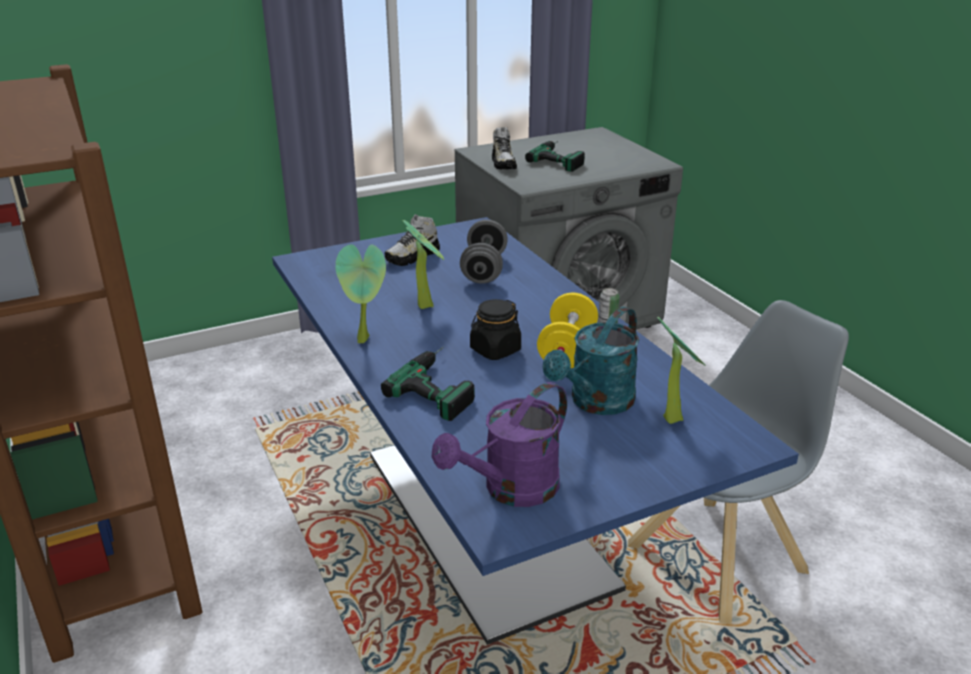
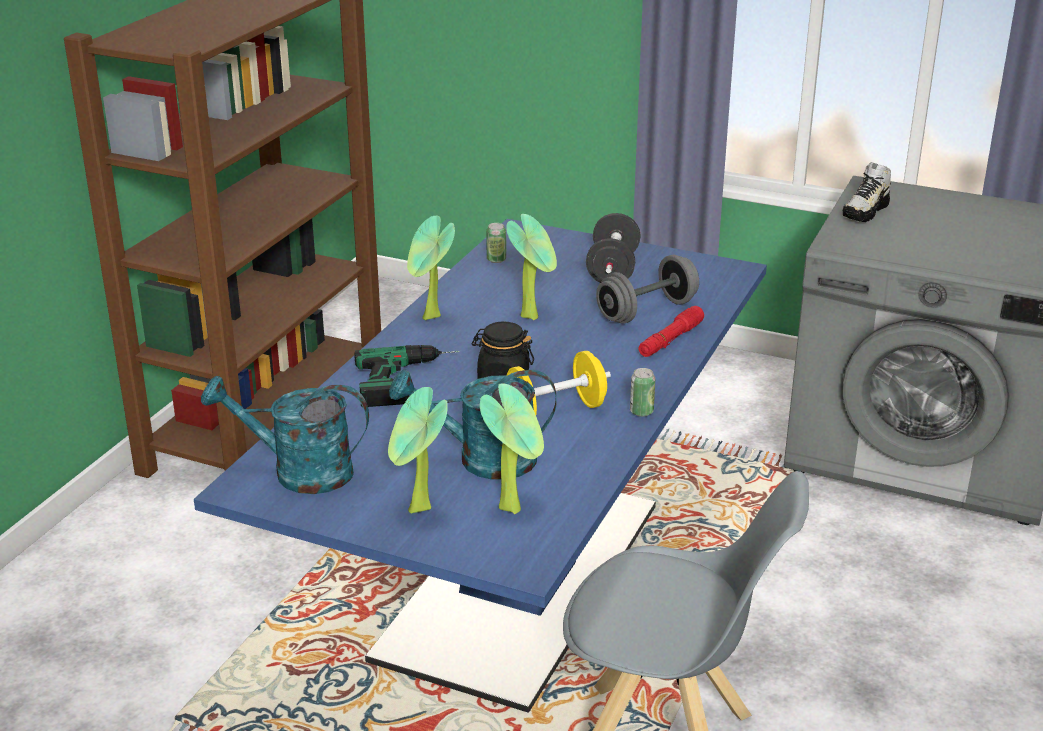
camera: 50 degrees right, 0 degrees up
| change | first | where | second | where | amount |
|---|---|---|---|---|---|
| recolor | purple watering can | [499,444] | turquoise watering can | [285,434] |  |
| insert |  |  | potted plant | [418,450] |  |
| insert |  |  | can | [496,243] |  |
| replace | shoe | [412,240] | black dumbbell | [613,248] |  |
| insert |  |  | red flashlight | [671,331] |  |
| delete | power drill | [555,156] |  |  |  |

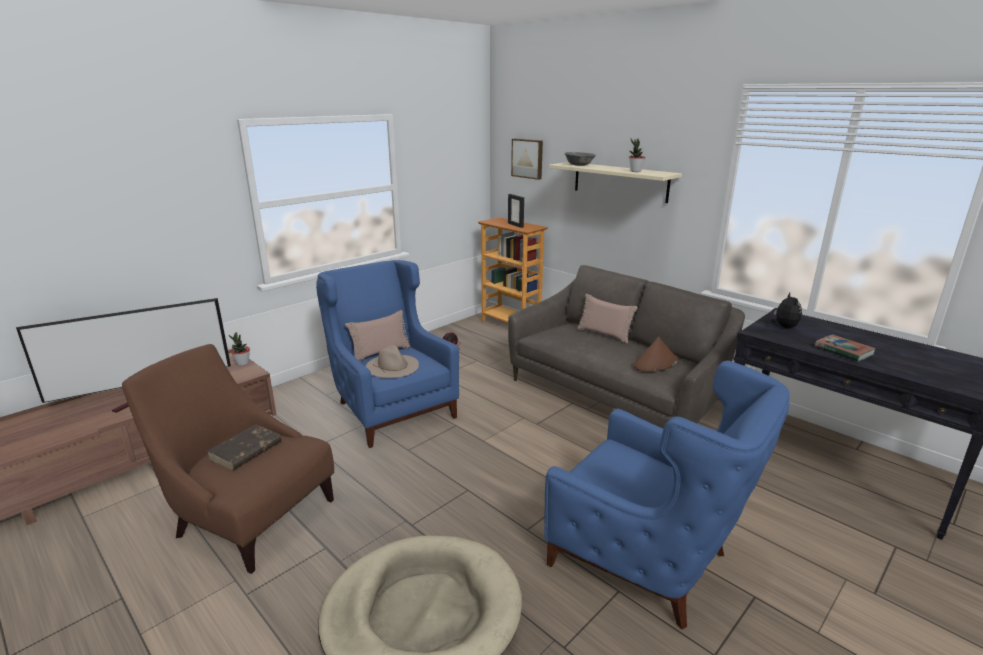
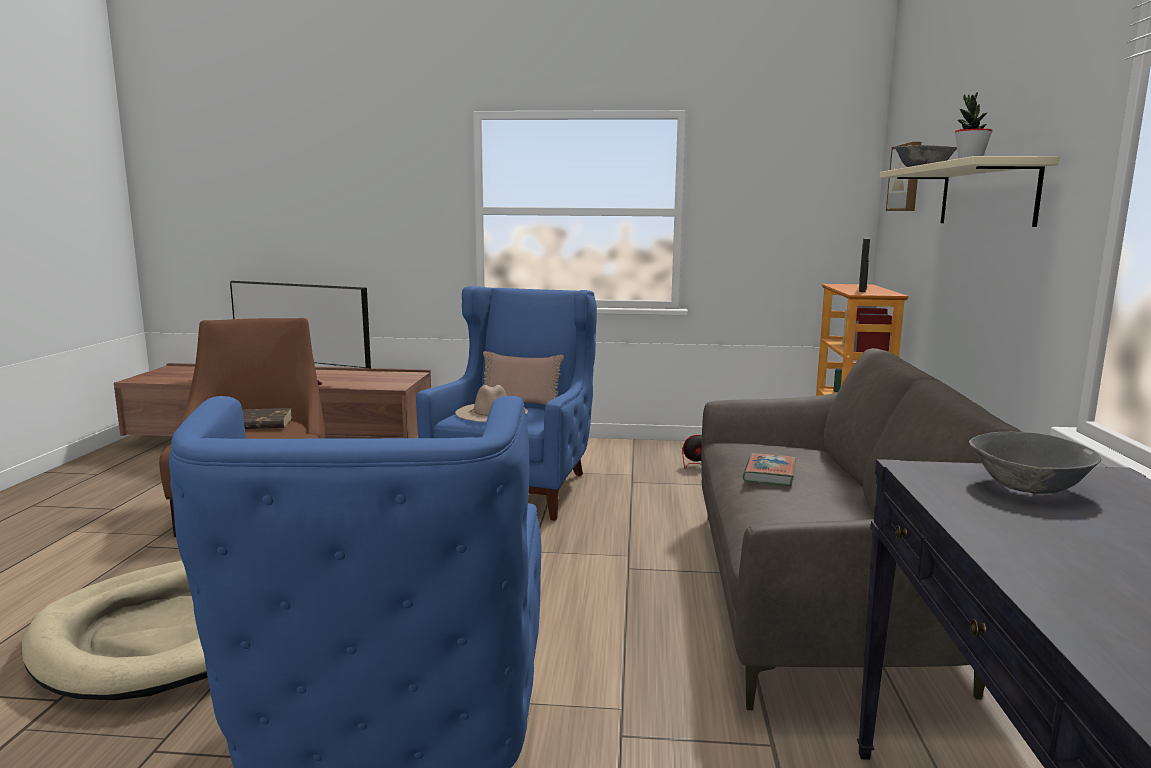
camera: 50 degrees right, 10 degrees down
| change | first | where | second | where | amount |
|---|---|---|---|---|---|
| move | book | [845,348] |  | [769,469] |  |
| replace | plush toy | [786,310] | grey bowl | [1035,463] |  |
| delete | potted plant | [239,349] |  |  |  |
| delete | beige pillow | [607,319] |  |  |  |
| delete | brown hat | [655,354] |  |  |  |

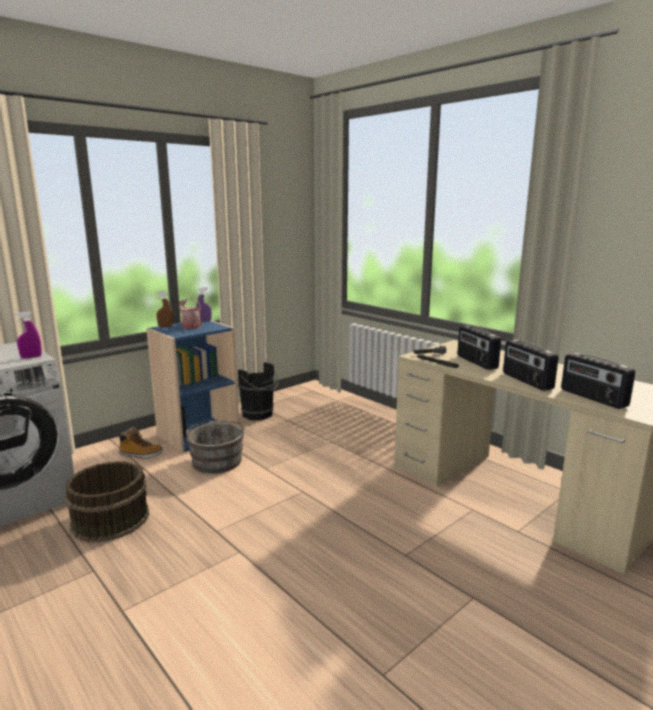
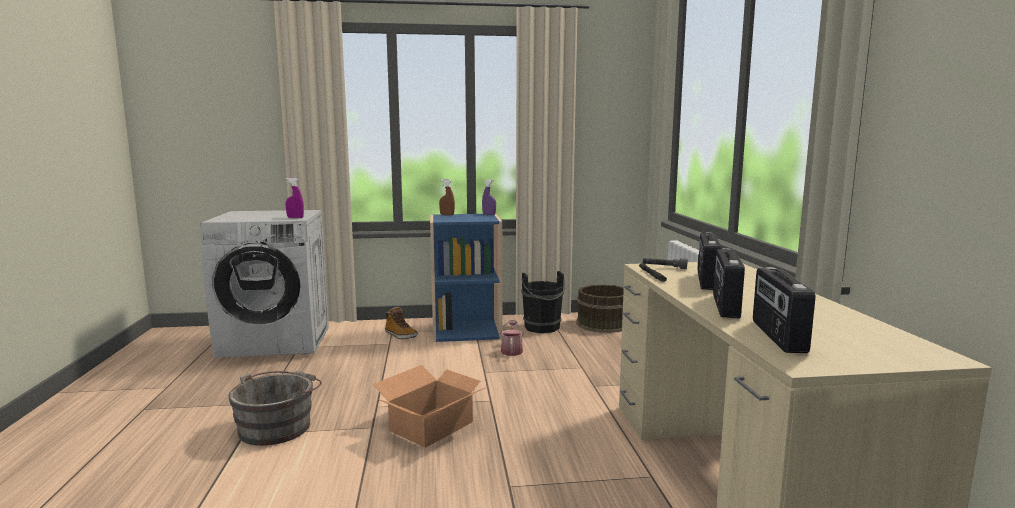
camera: 35 degrees right, 5 degrees down
| change | first | where | second | where | amount |
|---|---|---|---|---|---|
| move | grey bucket | [215,446] |  | [275,408] |  |
| insert |  |  | cardboard box | [430,406] |  |
| move | watering can | [189,313] |  | [512,338] |  |
| move | brown bucket | [107,501] |  | [600,308] |  |

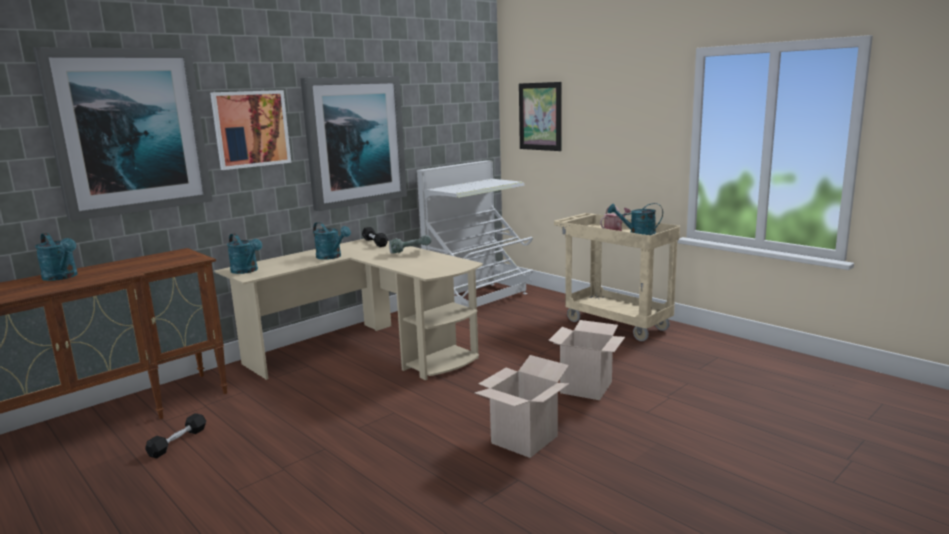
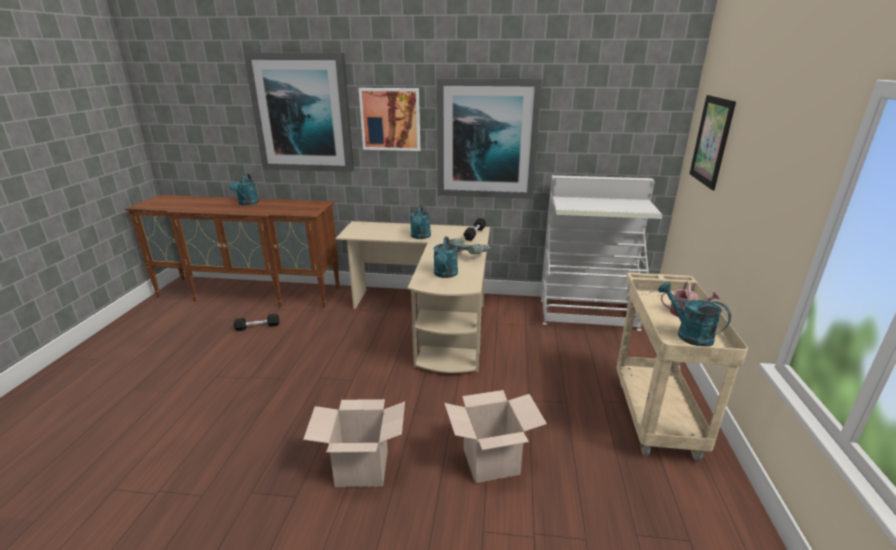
camera: 50 degrees right, 10 degrees up
| change | first | where | second | where | amount |
|---|---|---|---|---|---|
| move | turquoise watering can | [244,253] |  | [445,257] |  |

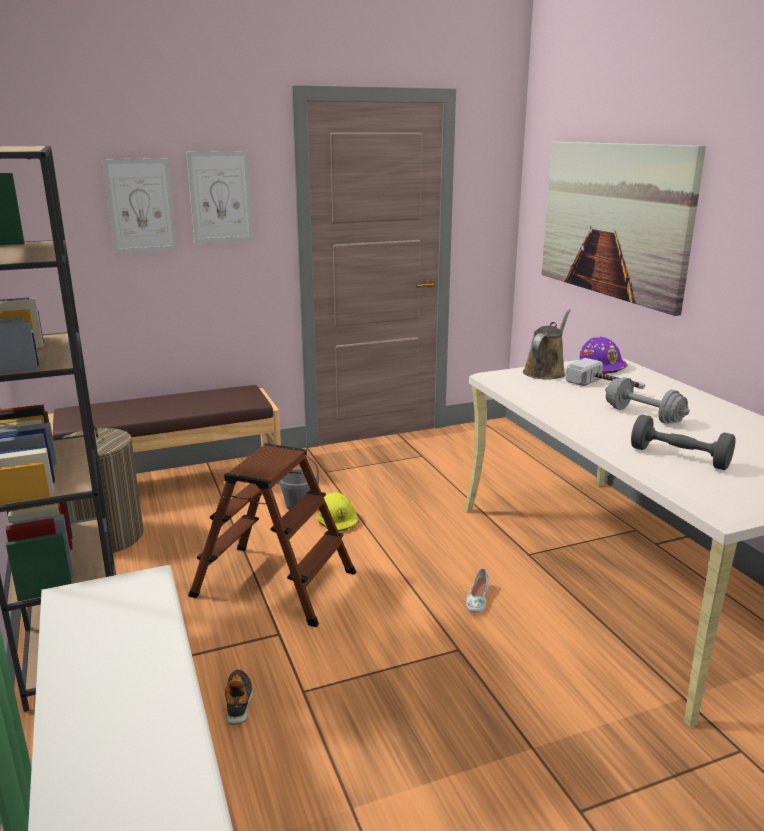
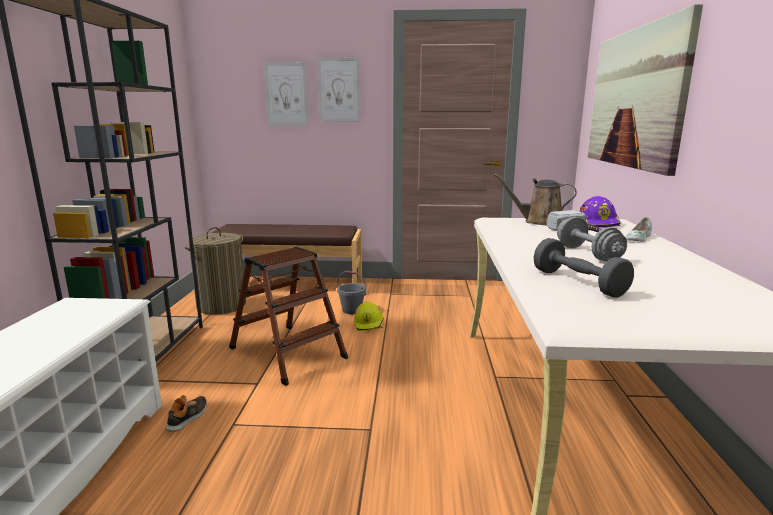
camera: 25 degrees right, 5 degrees down
| change | first | where | second | where | amount |
|---|---|---|---|---|---|
| rotate | brown watering can | [547,344] |  | [535,199] | 135 degrees counterclockwise |
| move | white shoe | [477,590] |  | [639,229] |  |

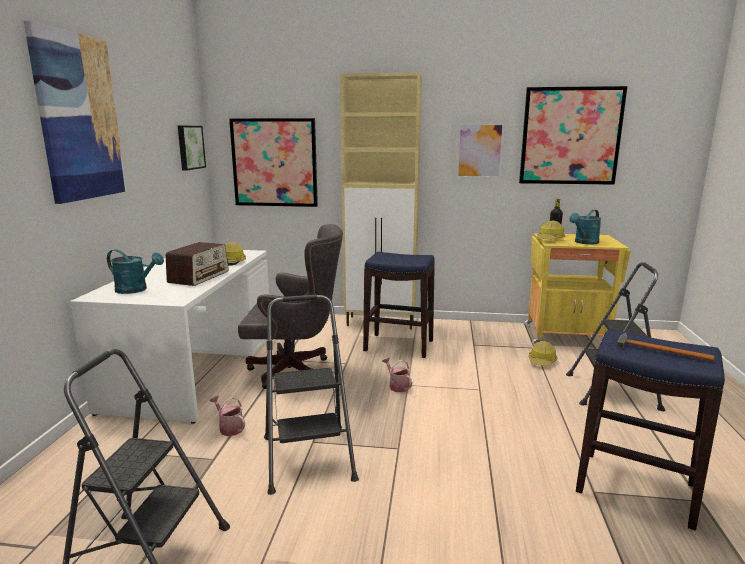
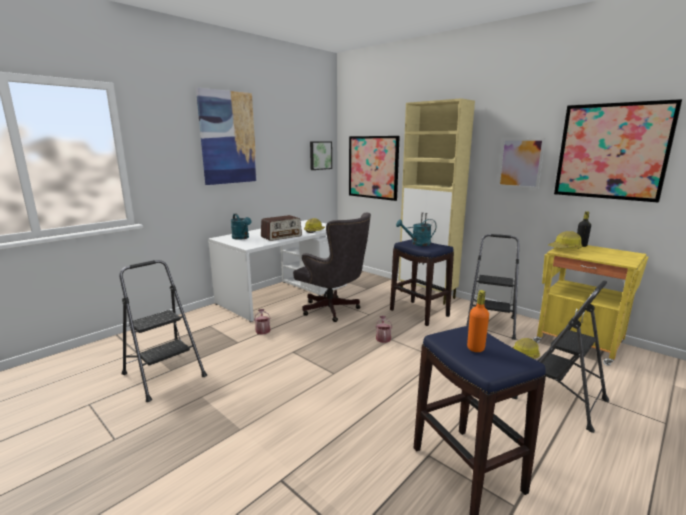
camera: 35 degrees right, 0 degrees up
| change | first | where | second | where | amount |
|---|---|---|---|---|---|
| move | turquoise watering can | [585,227] |  | [416,232] |  |
| move | black step ladder | [311,394] |  | [492,287] |  |
| replace | hammer | [666,347] | orange bottle | [478,321] |  |

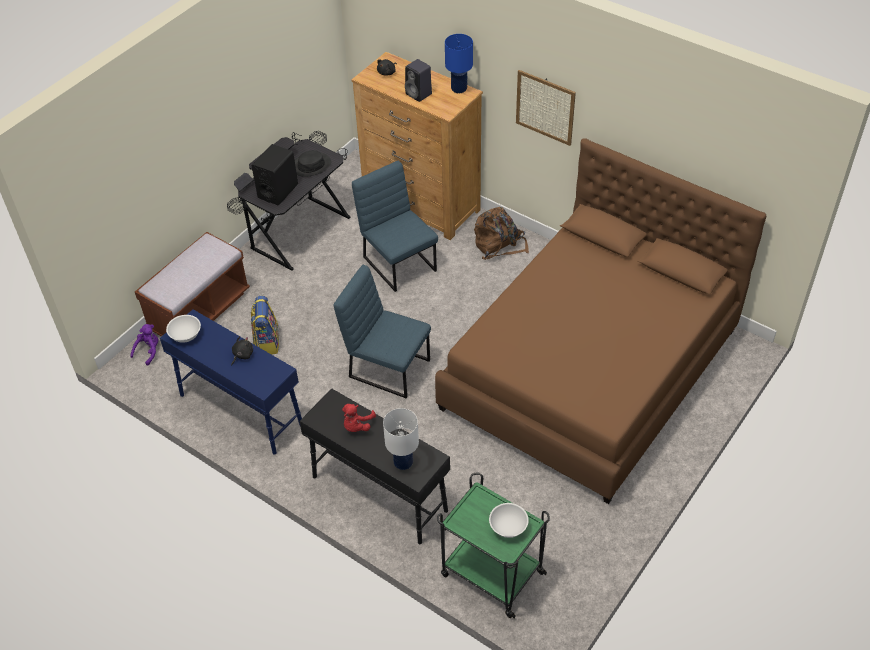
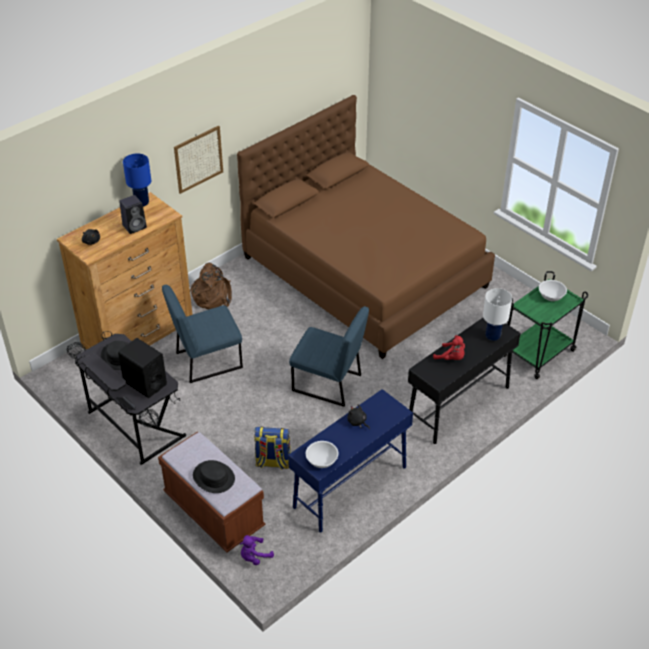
camera: 80 degrees left, 5 degrees down
| change | first | where | second | where | amount |
|---|---|---|---|---|---|
| insert |  |  | black hat | [214,476] |  |
| rotate | purple plush toy | [144,345] |  | [257,550] | 75 degrees counterclockwise |
| rotate | blue chair | [382,331] |  | [329,356] | 105 degrees counterclockwise |

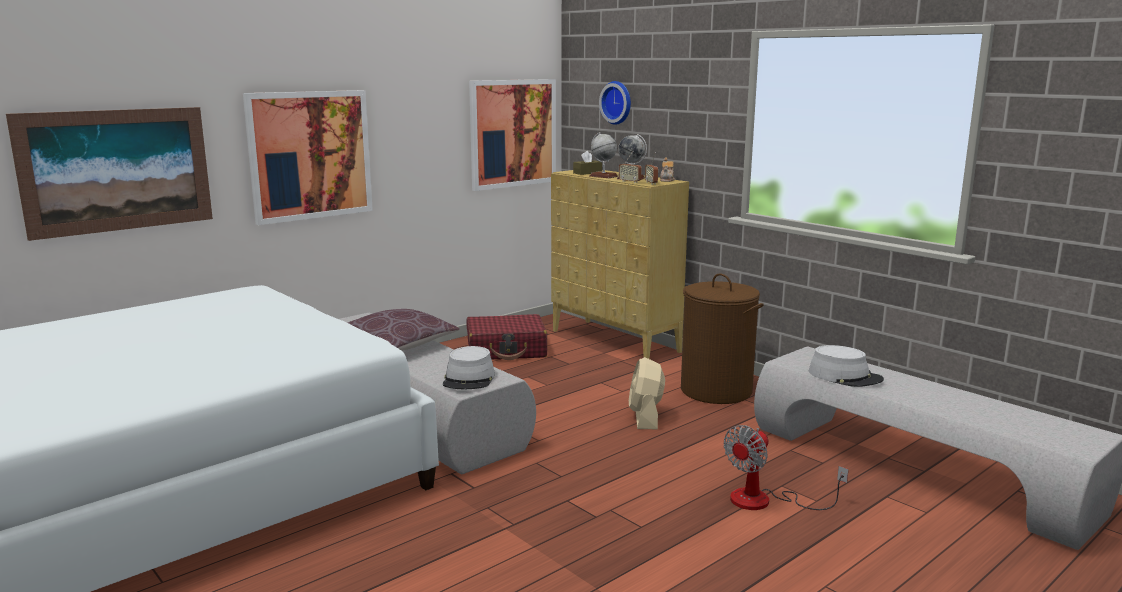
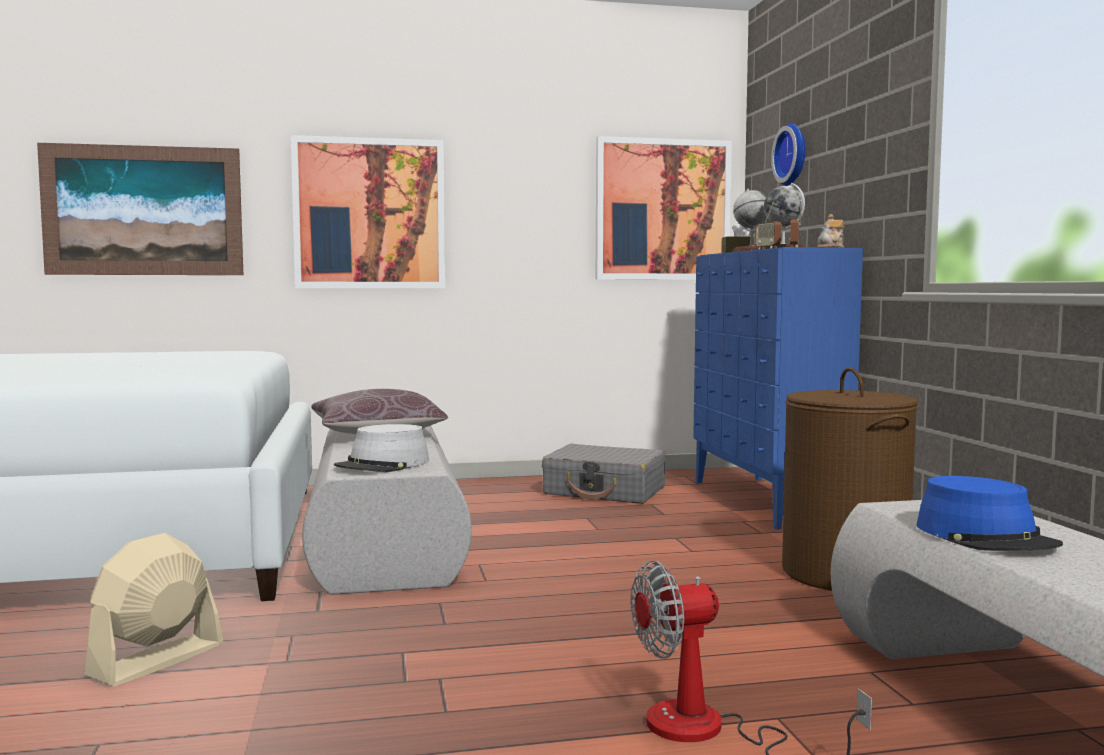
camera: 30 degrees right, 10 degrees down
| change | first | where | second | where | amount |
|---|---|---|---|---|---|
| move | beige fan | [647,393] |  | [153,609] |  |
| recolor | red suitcase | [507,337] | grey suitcase | [603,474] |  |
| recolor | beige dresser | [620,264] | blue dresser | [778,388] |  |
| recolor | grey hat | [846,366] | blue hat | [989,513] |  |

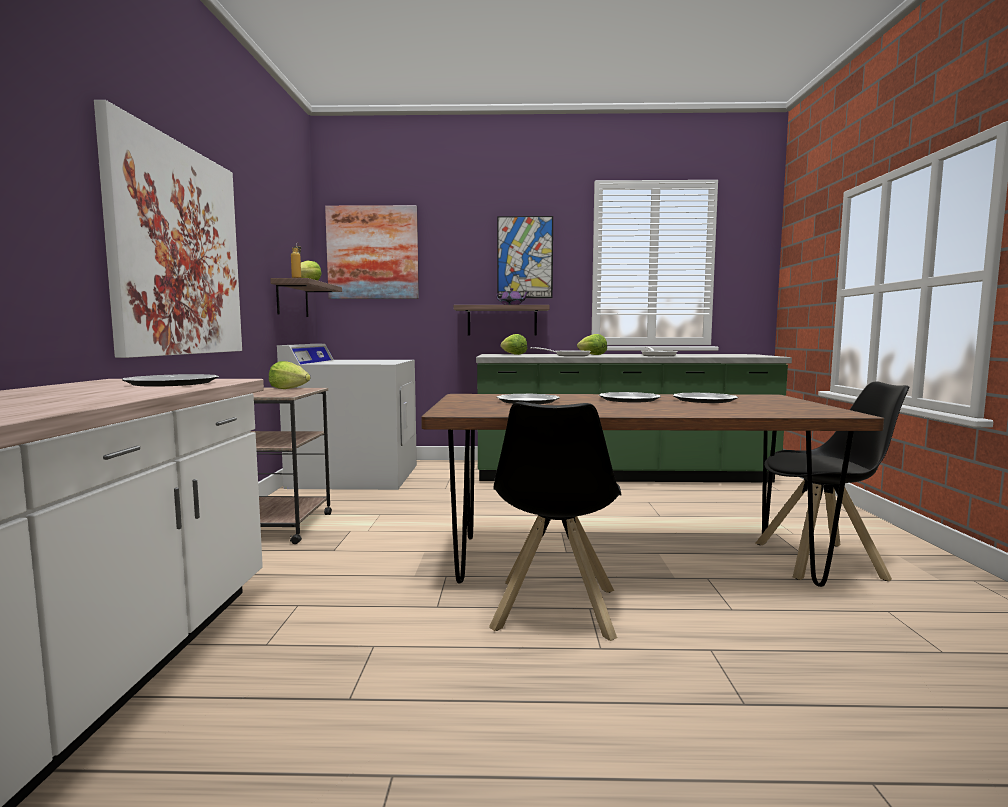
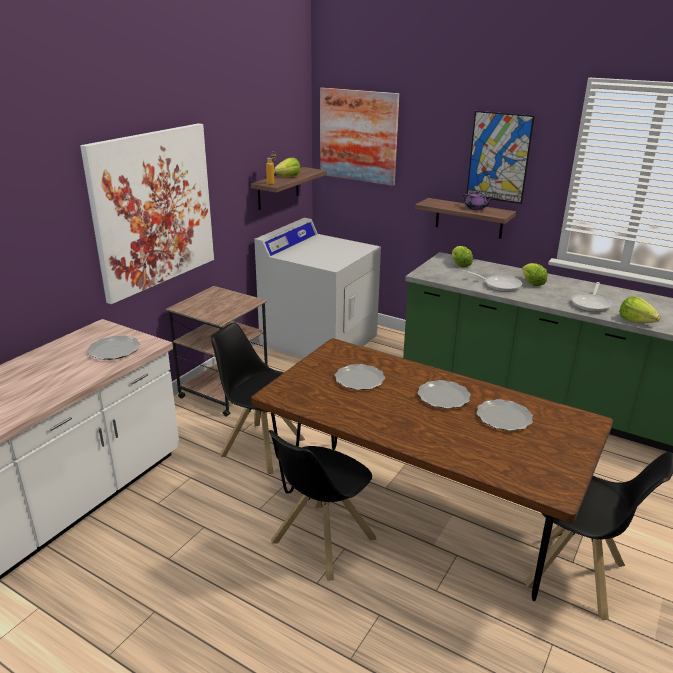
camera: 30 degrees right, 20 degrees up
| change | first | where | second | where | amount |
|---|---|---|---|---|---|
| insert |  |  | black chair | [258,398] |  |
| move | lettuce | [289,375] |  | [640,309] |  |

